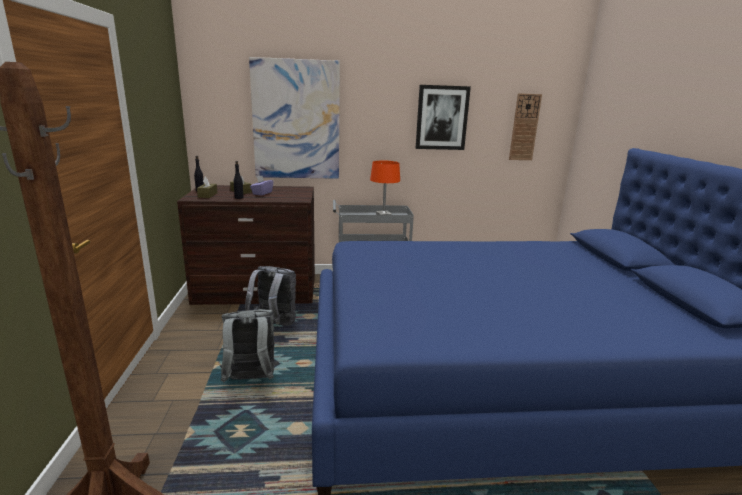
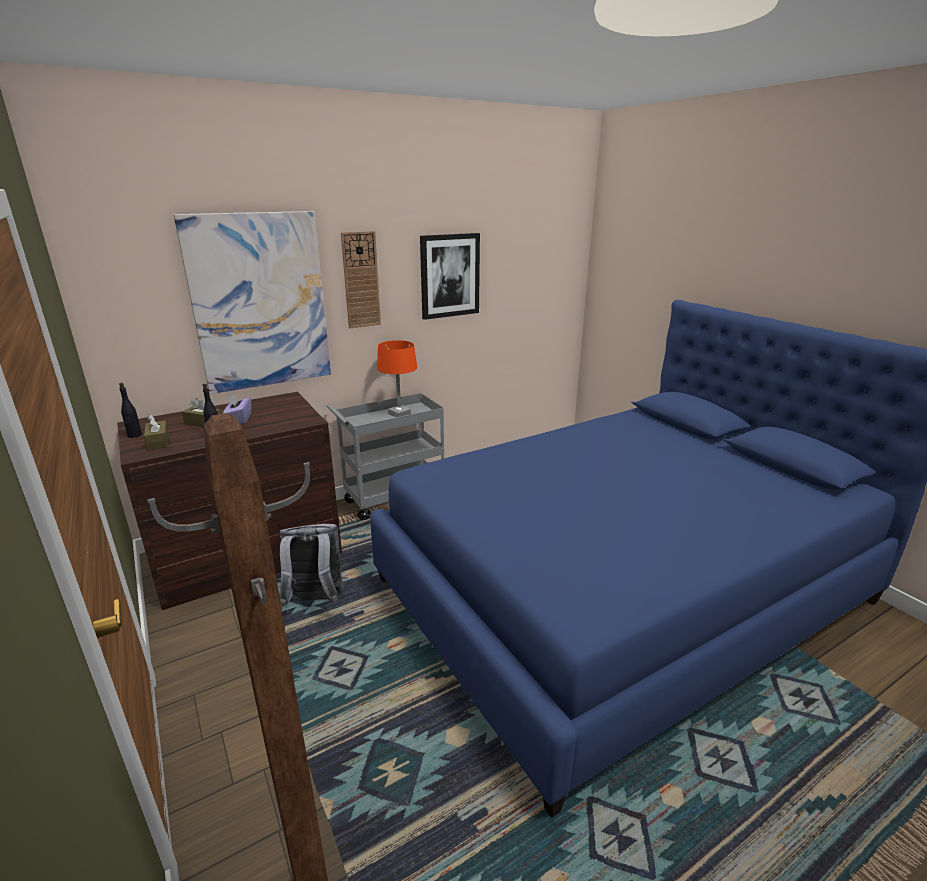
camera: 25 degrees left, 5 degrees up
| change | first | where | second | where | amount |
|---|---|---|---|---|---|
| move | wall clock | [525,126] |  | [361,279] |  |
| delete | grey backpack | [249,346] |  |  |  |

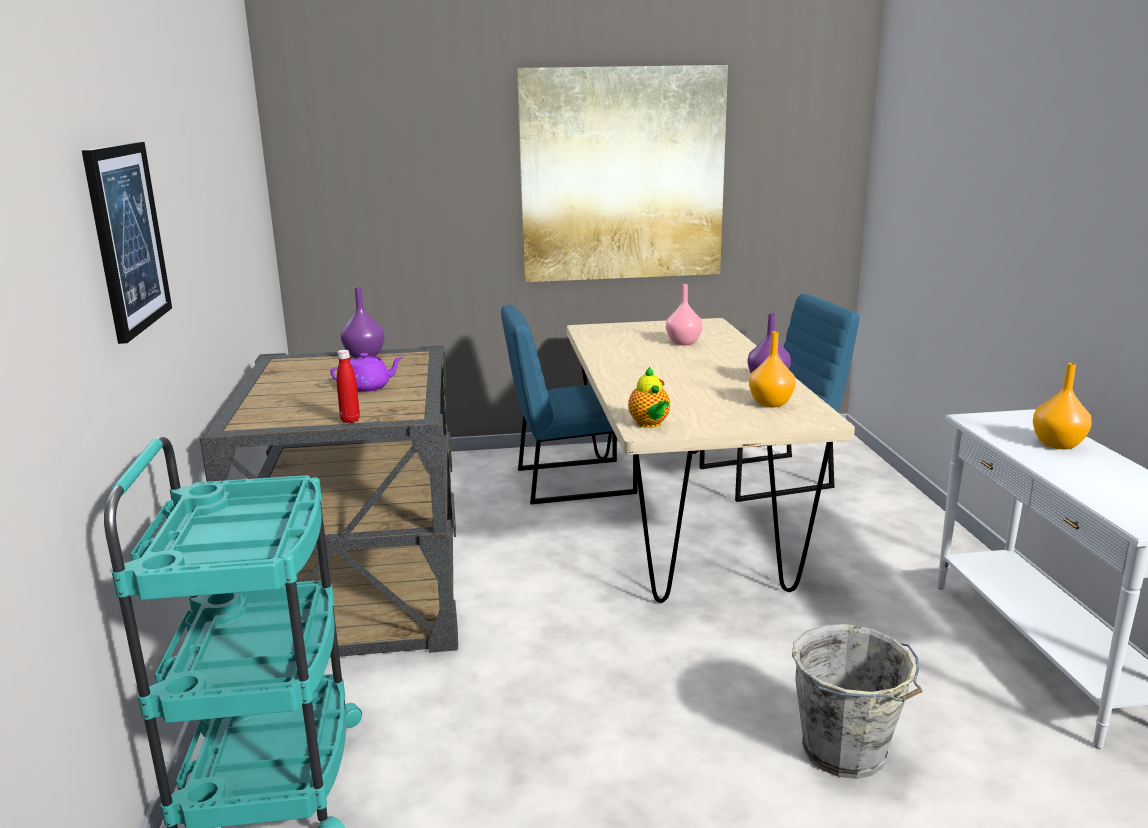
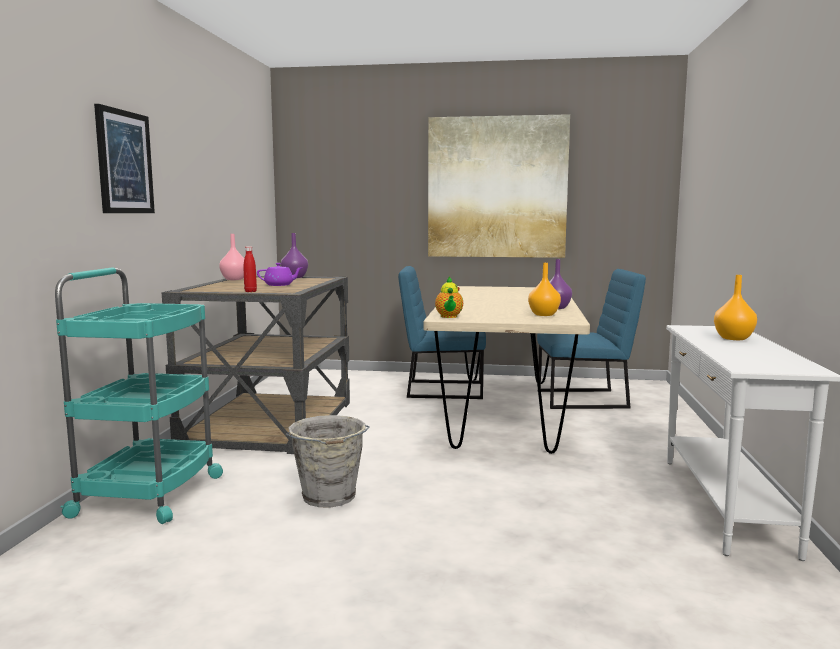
camera: 15 degrees right, 10 degrees down
| change | first | where | second | where | amount |
|---|---|---|---|---|---|
| move | pink vase | [684,314] |  | [231,257] |  |
| move | grey bucket | [857,701] |  | [327,461] |  |

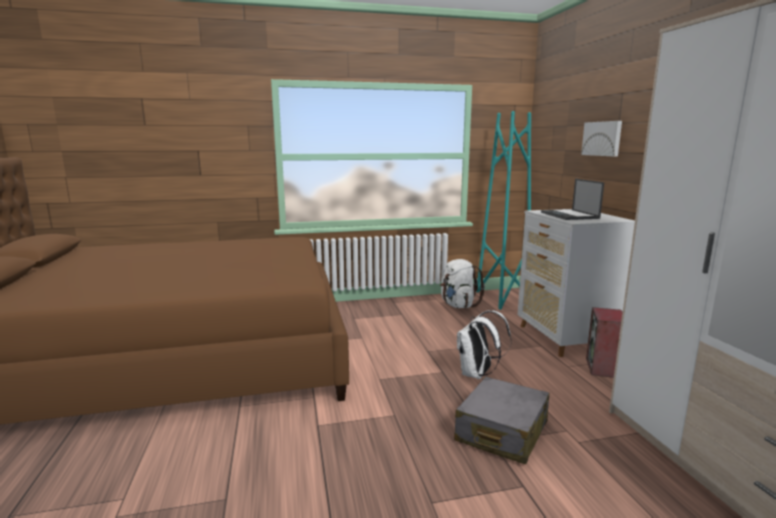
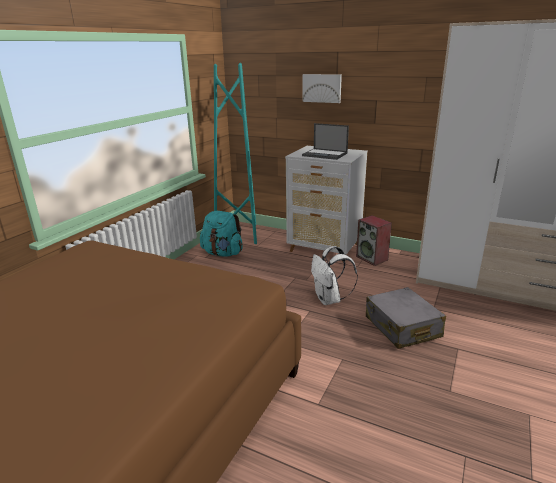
camera: 50 degrees left, 10 degrees up
| change | first | where | second | where | amount |
|---|---|---|---|---|---|
| recolor | white backpack | [462,283] | turquoise backpack | [221,234] |  |

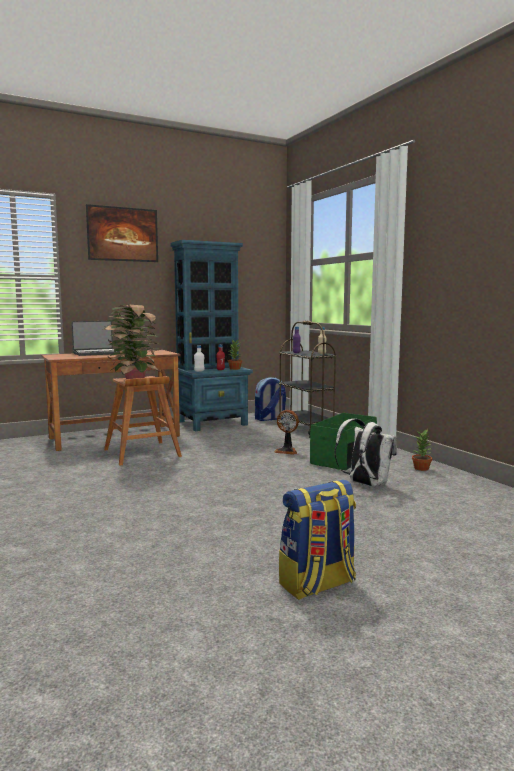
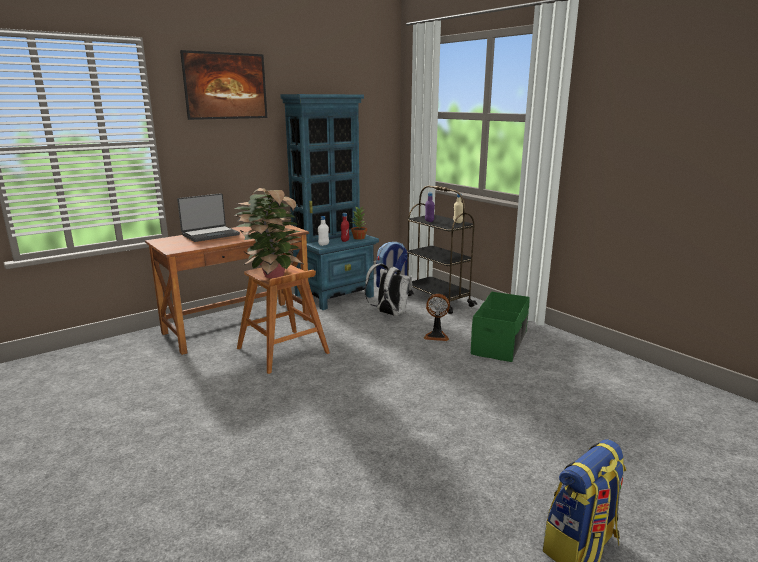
camera: 10 degrees left, 10 degrees up
| change | first | where | second | where | amount |
|---|---|---|---|---|---|
| move | white backpack | [365,453] |  | [389,290] |  |
| delete | potted plant | [422,450] |  |  |  |

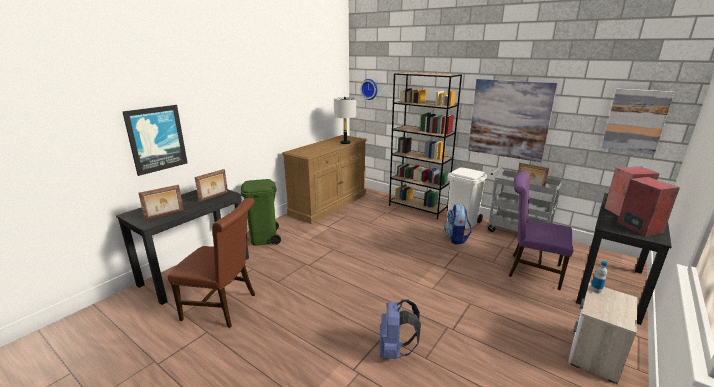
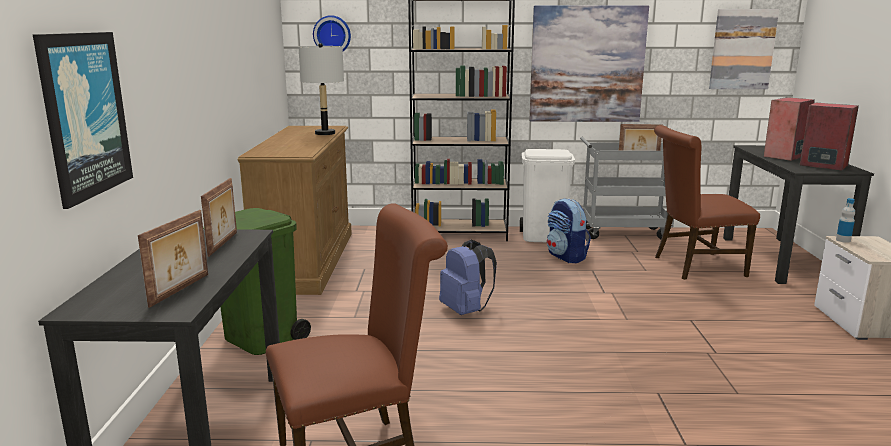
camera: 35 degrees left, 5 degrees down
| change | first | where | second | where | amount |
|---|---|---|---|---|---|
| move | blue backpack | [400,329] |  | [468,277] |  |
| recolor | purple chair | [541,230] | brown chair | [707,202] |  |

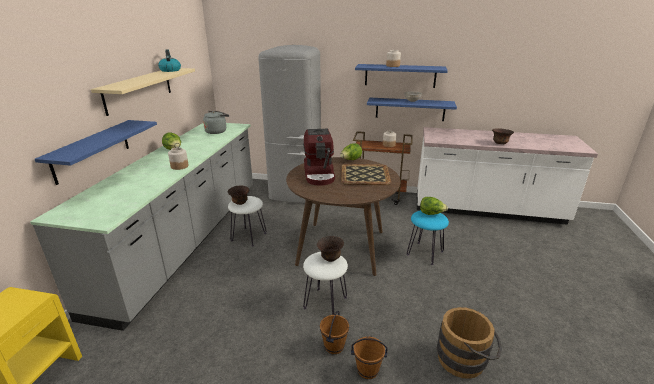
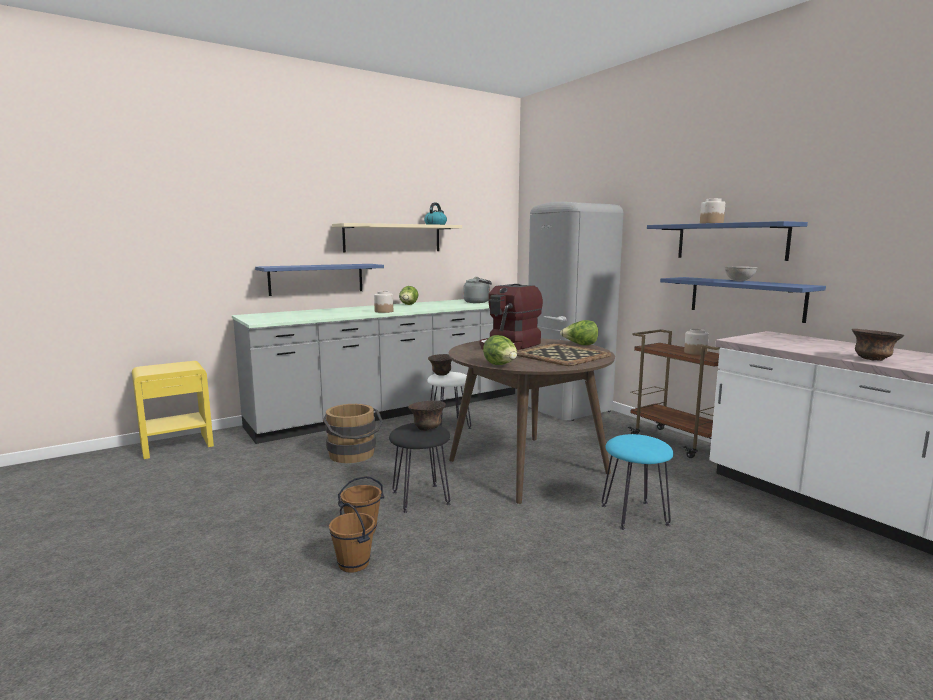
camera: 45 degrees right, 15 degrees down
| change | first | where | second | where | amount |
|---|---|---|---|---|---|
| move | brown bucket | [469,343] |  | [353,433] |  |
| recolor | white stool | [325,283] | black stool | [419,468] |  |
| move | lettuce | [434,206] |  | [500,350] |  |

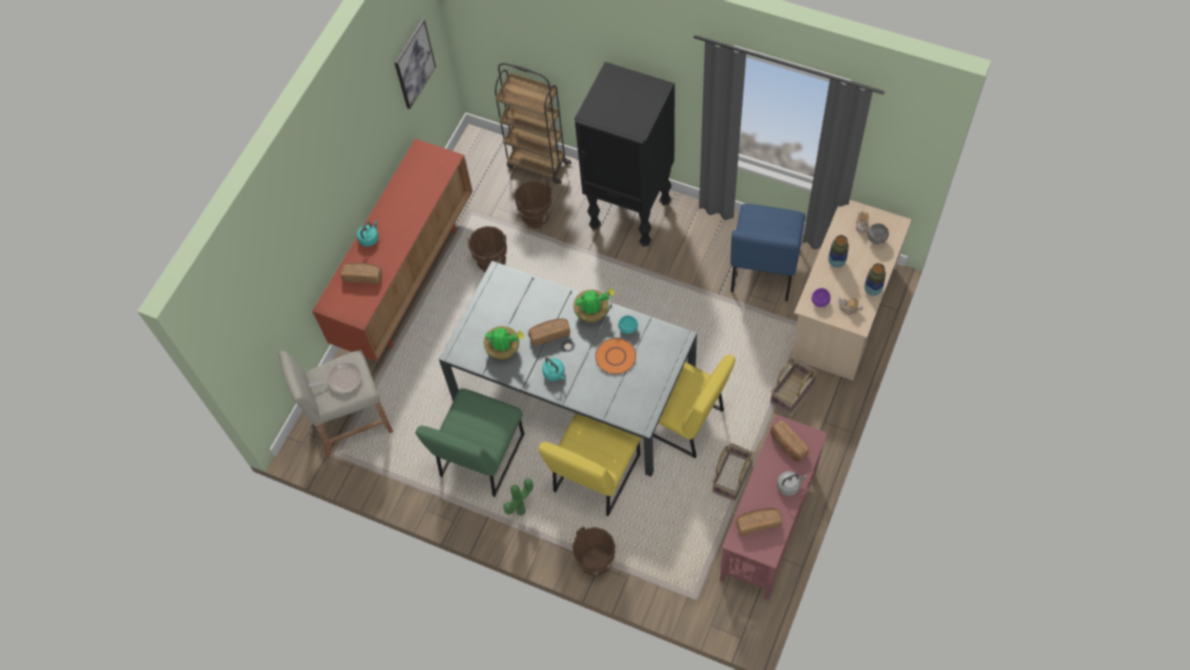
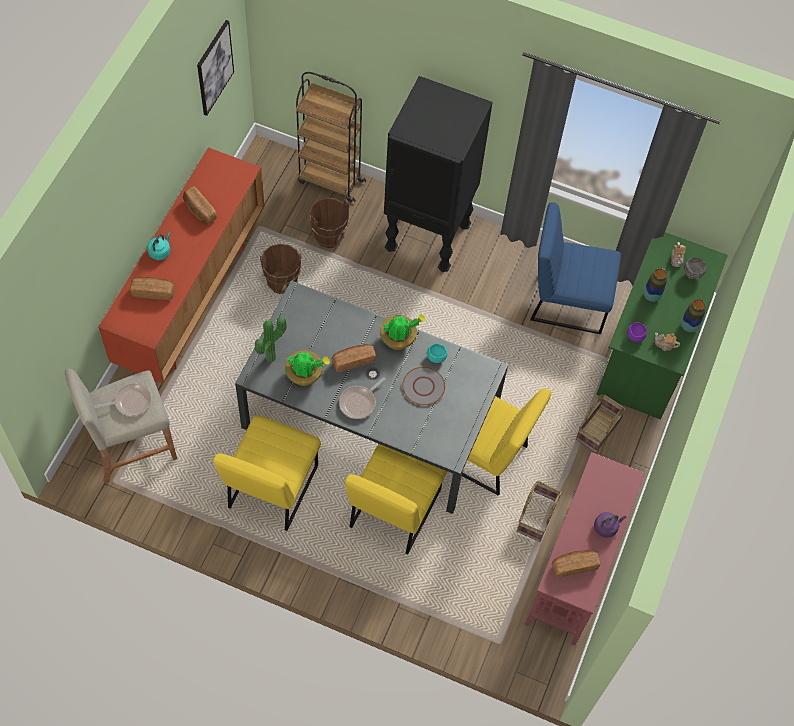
camera: 10 degrees left, 0 degrees up
| change | first | where | second | where | amount |
|---|---|---|---|---|---|
| move | bread | [789,440] |  | [200,206] |  |
| recolor | green chair | [469,442] | yellow chair | [267,473] |  |
| move | potted plant | [518,497] |  | [271,339] |  |
| replace | turquoise kettle | [553,369] | frying pan | [362,398] |  |
| recolor | orange plate | [615,356] | grey plate | [423,386] |  |
| rotate | blue chair | [768,252] |  | [575,268] | 90 degrees clockwise |
| recolor | grey kettle | [792,483] | purple kettle | [610,525] |  |
| recolor | beige desk | [851,290] | green desk | [662,325] |  |
| delete | brown bucket | [594,551] |  |  |  |

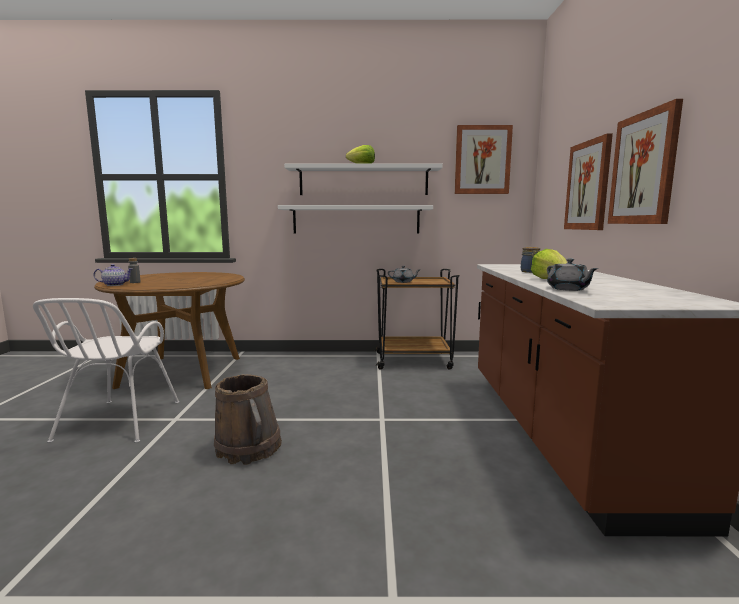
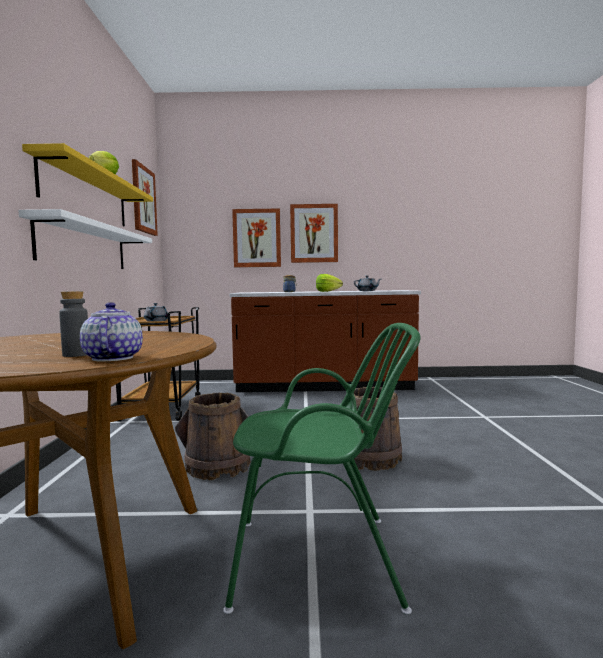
camera: 90 degrees left, 5 degrees down
| change | first | where | second | where | amount |
|---|---|---|---|---|---|
| recolor | white shelf | [363,179] | yellow shelf | [87,185] |  |
| insert |  |  | brown bucket | [213,436] |  |
| recolor | white chair | [106,370] | green chair | [322,469] |  |

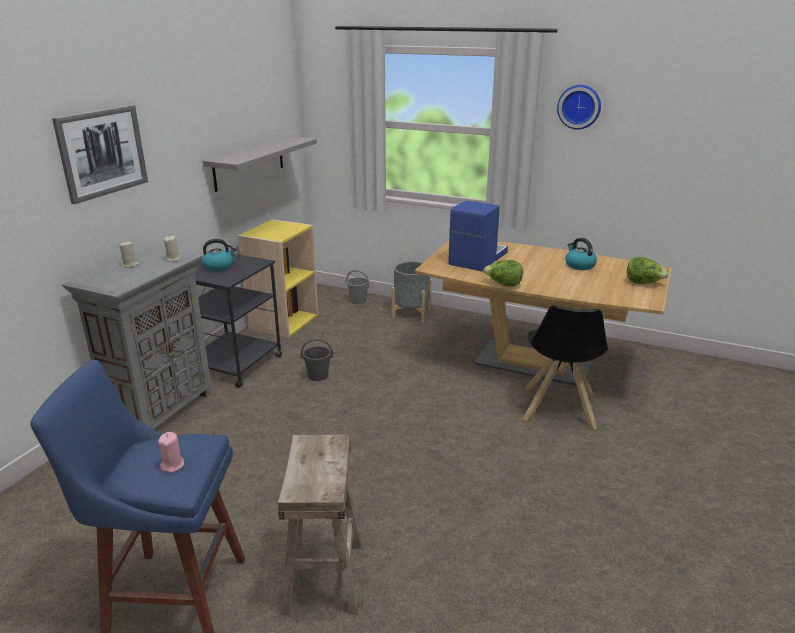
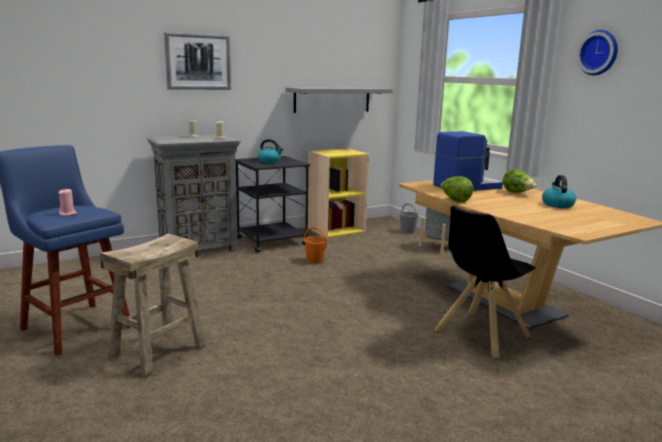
camera: 35 degrees right, 10 degrees down
| change | first | where | second | where | amount |
|---|---|---|---|---|---|
| recolor | grey bucket | [317,360] | orange bucket | [315,245] |  |
| move | lettuce | [648,270] |  | [519,181] |  |

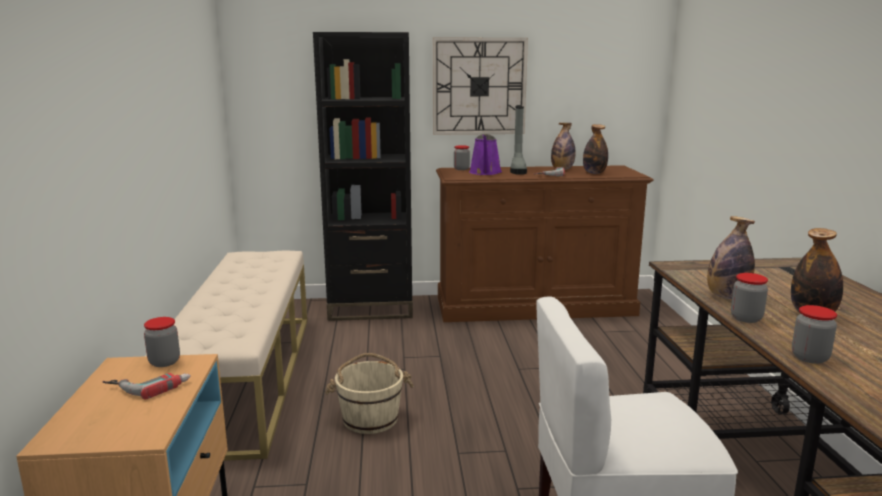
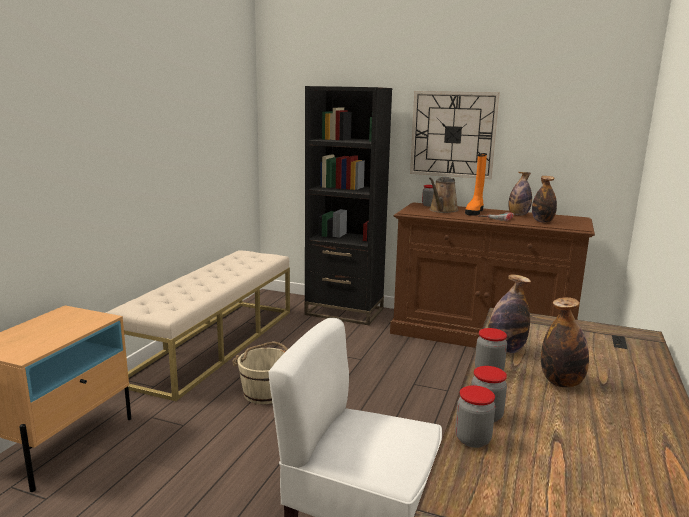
camera: 25 degrees right, 0 degrees up
| change | first | where | second | where | amount |
|---|---|---|---|---|---|
| recolor | purple watering can | [485,154] | brown watering can | [444,195] |  |
| move | jar | [162,342] |  | [475,416] |  |
| recolor | grey boot | [518,140] | orange boot | [476,184] |  |
| delete | power drill | [147,386] |  |  |  |

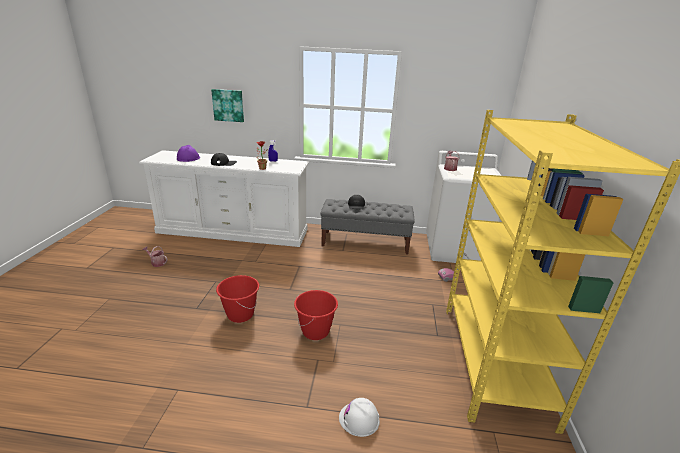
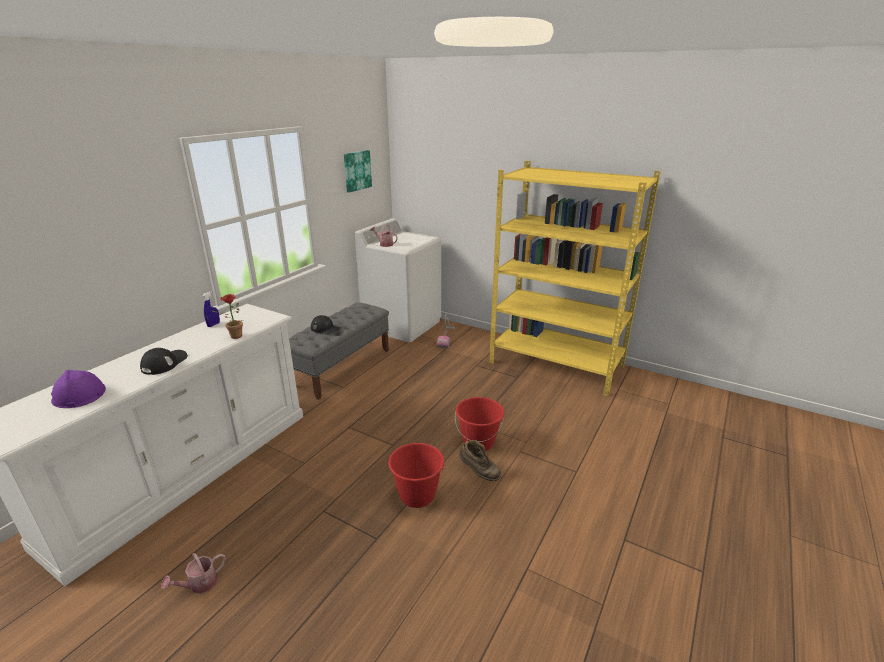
camera: 65 degrees left, 0 degrees up
| change | first | where | second | where | amount |
|---|---|---|---|---|---|
| move | picture | [227,105] |  | [358,171] |  |
| insert |  |  | brown boot | [480,460] |  |
| delete | white hard hat | [359,417] |  |  |  |

